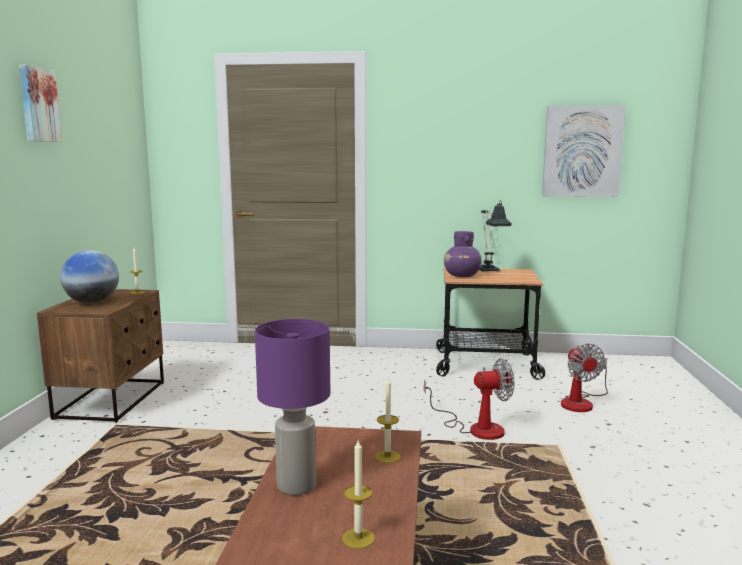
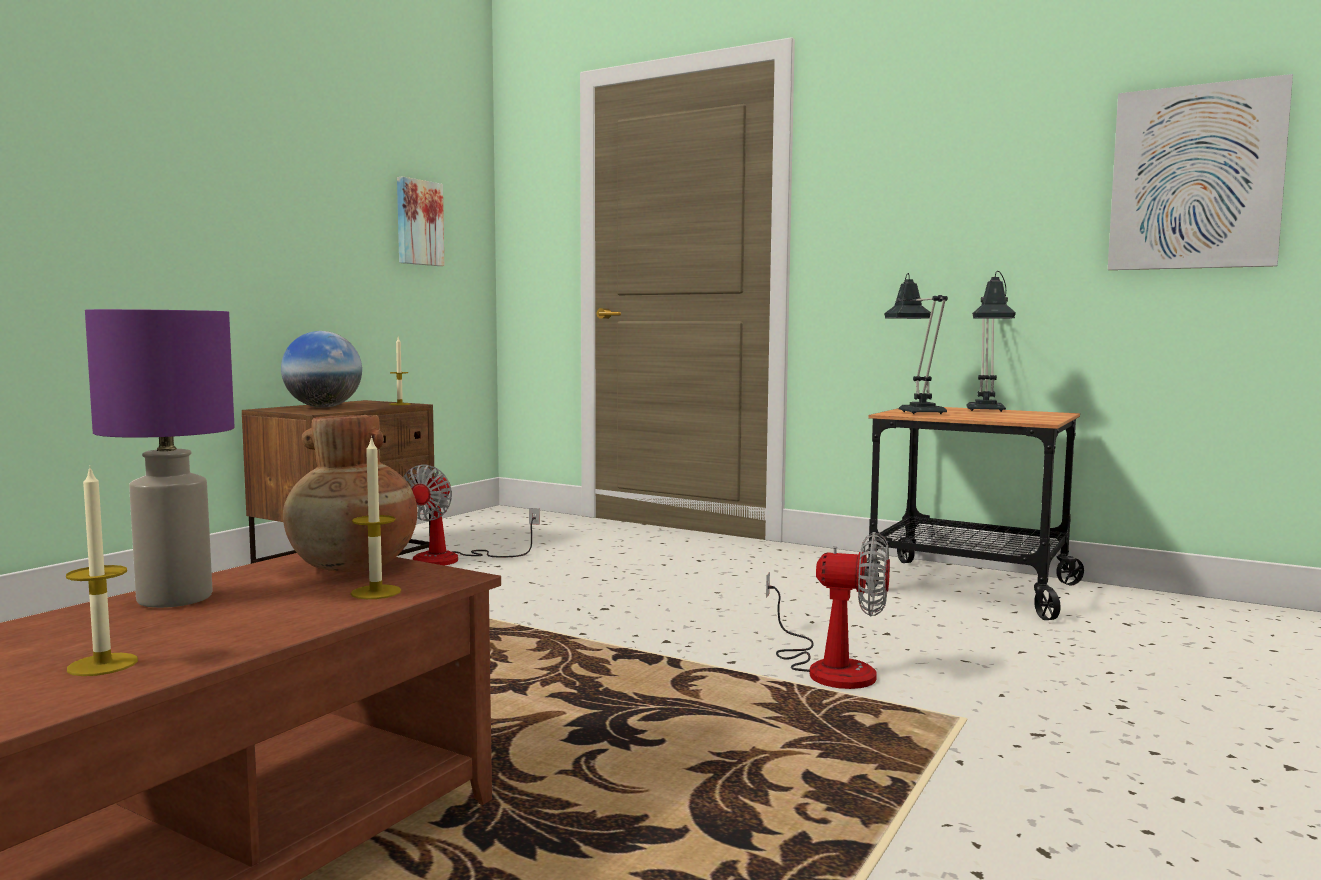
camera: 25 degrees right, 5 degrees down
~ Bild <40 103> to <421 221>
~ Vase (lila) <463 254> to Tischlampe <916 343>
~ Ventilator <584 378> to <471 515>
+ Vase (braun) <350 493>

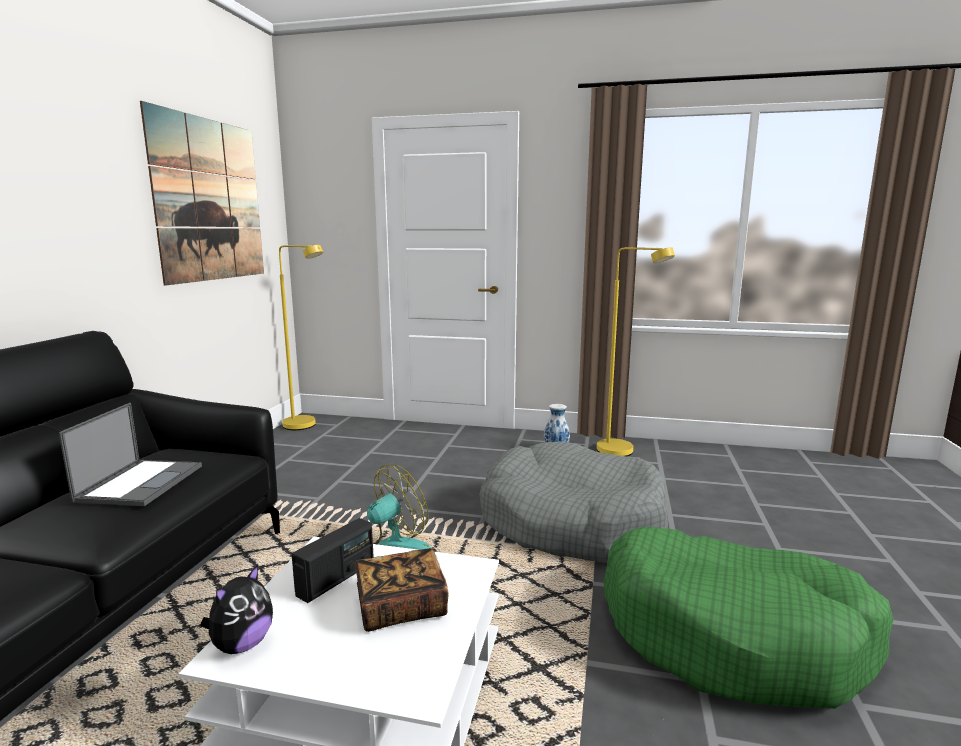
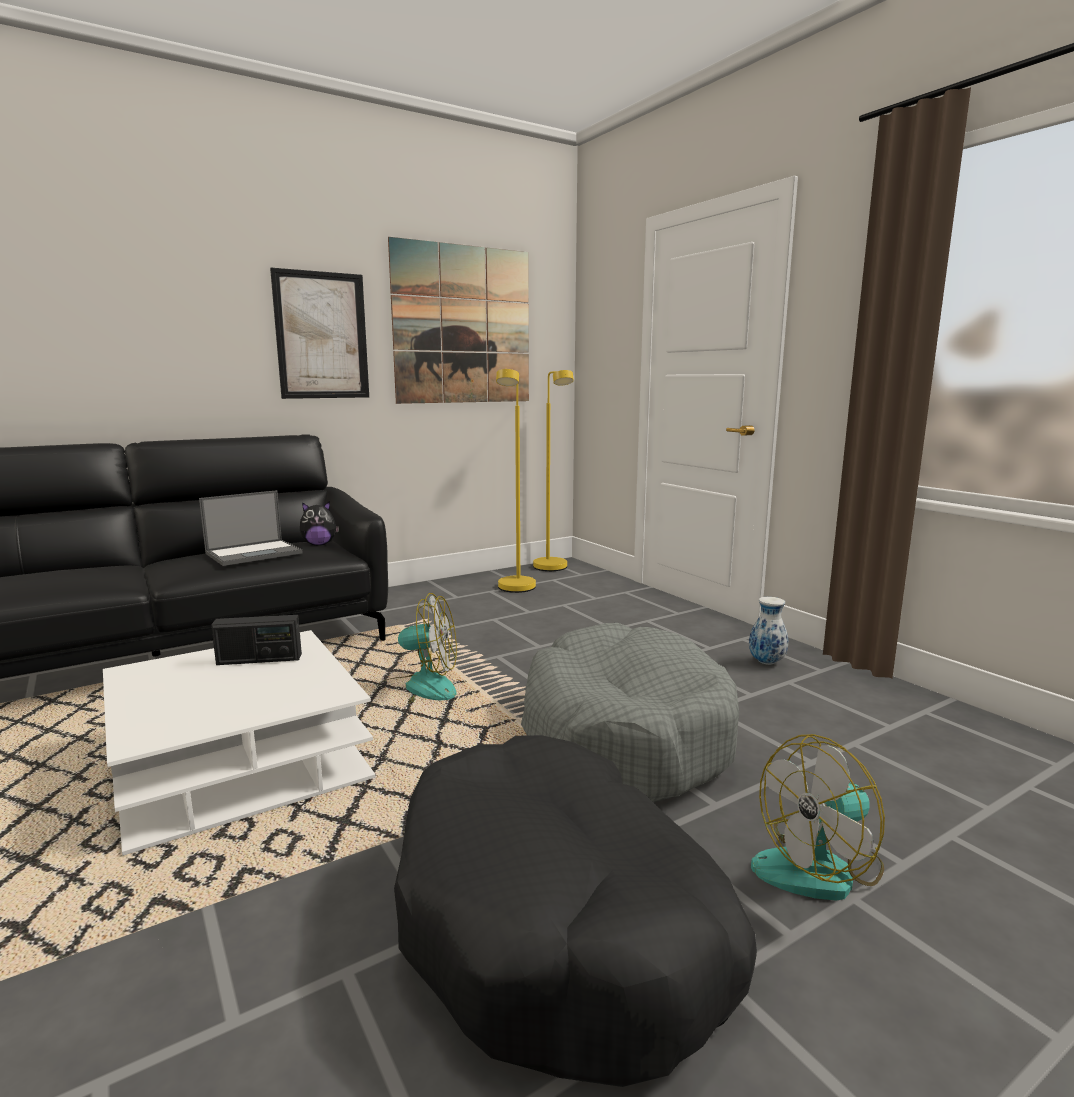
camera: 45 degrees right, 0 degrees up
~ Plüschtier <236 609> to <319 523>
- Buch <402 590>
~ Stehlampe (gelb) <636 351> to <516 481>
~ Hundebett (grün) <749 618> to Hundebett (schwarz) <575 911>
+ Bild <319 333>
+ Ventilator <818 817>

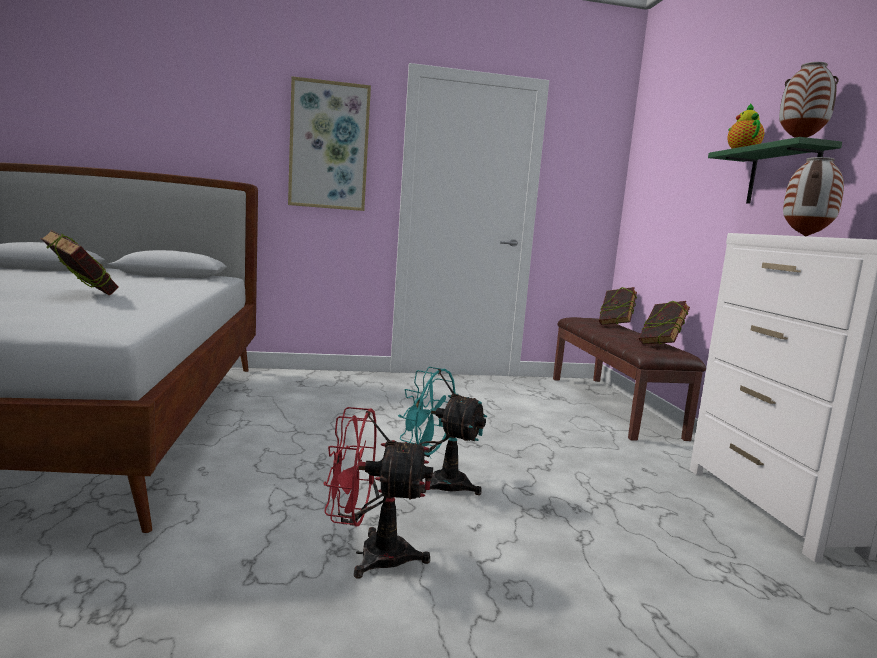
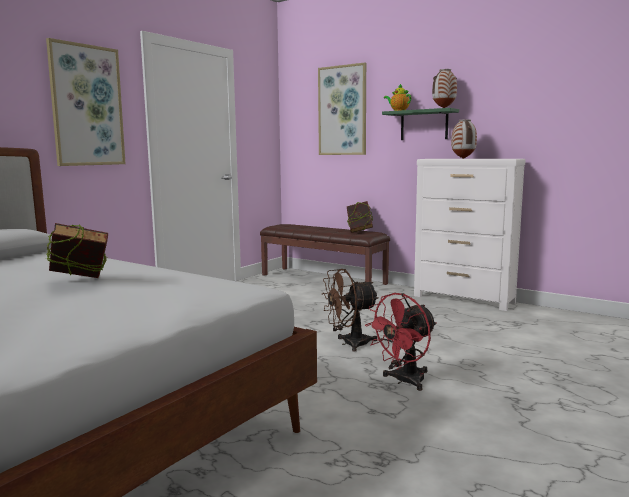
camera: 45 degrees left, 0 degrees up
~ Ventilator (türkis) <443 431> to Ventilator (braun) <350 310>
- Buch <618 306>
+ Bild <342 108>

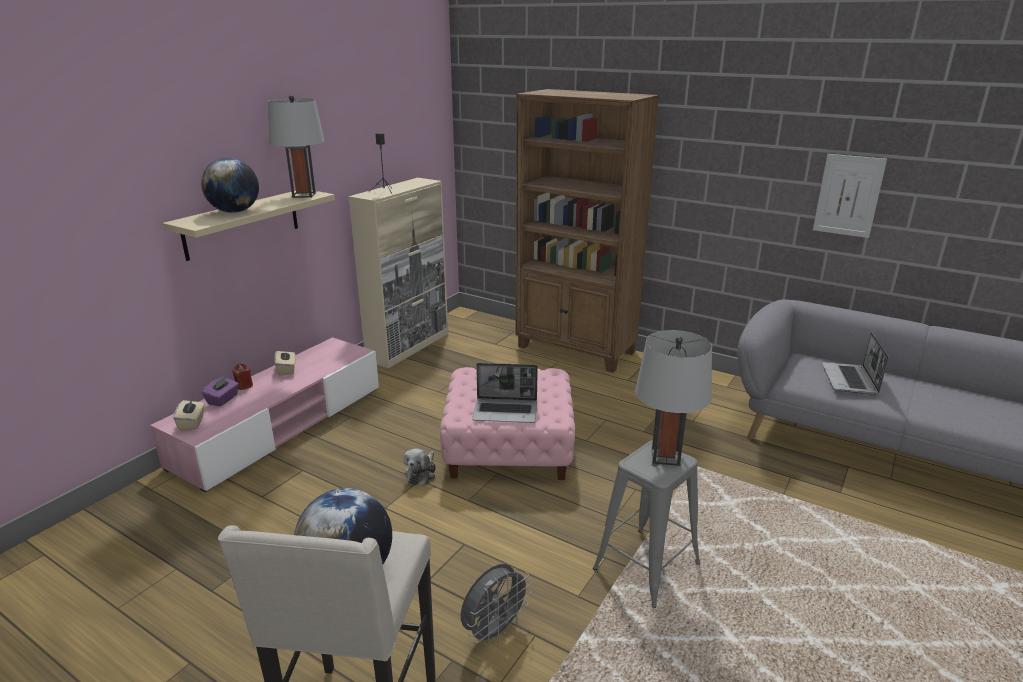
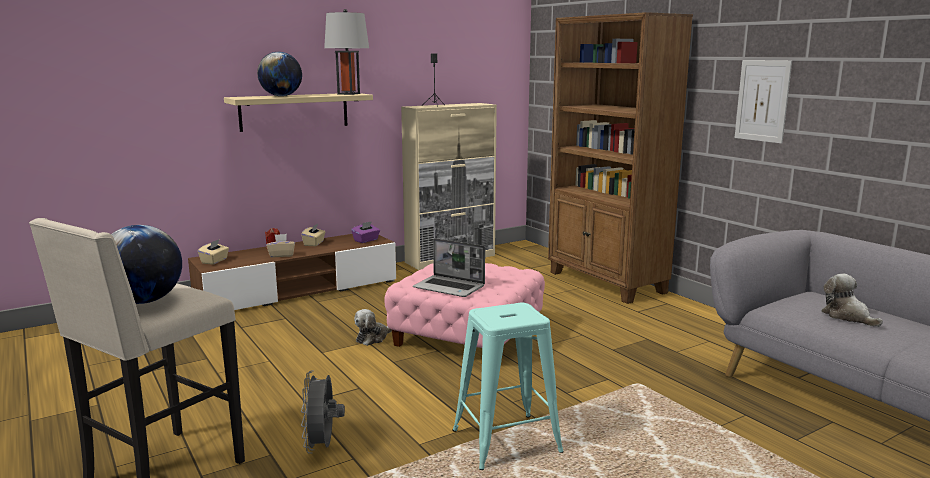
camera: 25 degrees right, 10 degrees down
~ Fernsehschrank (rosa) <264 414> to Fernsehschrank (braun) <292 272>
~ Taschentuchbox (lila) <220 391> to <365 232>
~ Ventilator (grau) <496 605> = <323 412> 105 degrees clockwise
~ Hocker (grau) <646 524> to Hocker (türkis) <508 386>
- Tischlampe (grau) <673 398>
~ Bild <850 196> to <763 102>
~ Laptop <855 363> to Plüschtier <852 300>
+ Taschentuchbox (beige) <280 245>

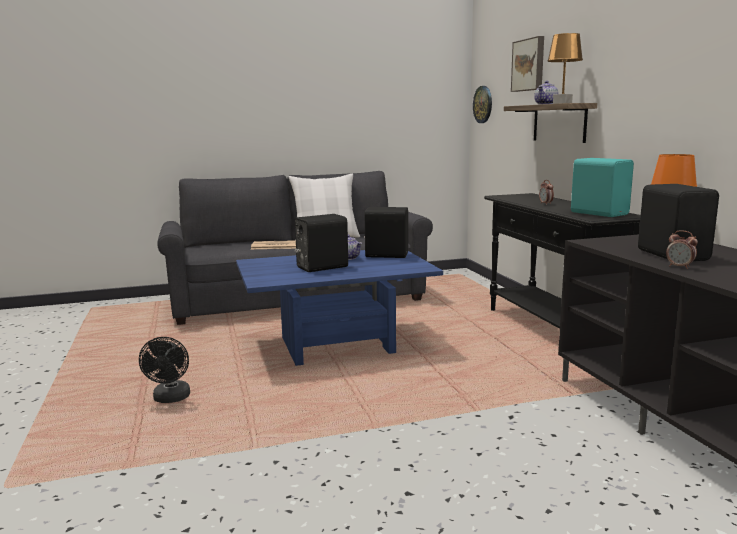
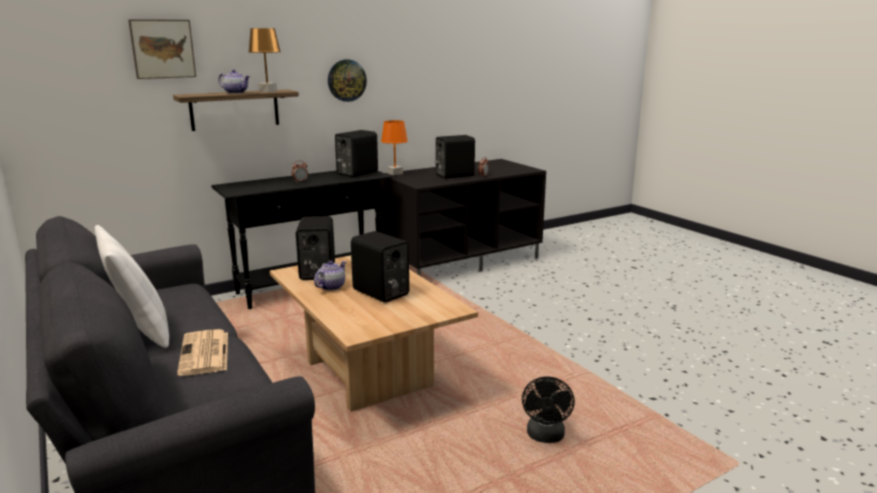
camera: 105 degrees left, 5 degrees up
~ Ventilator (schwarz) <164 370> = <548 410> 120 degrees clockwise
~ Couchtisch (blau) <339 308> to Couchtisch (beige) <373 333>
~ Wanduhr <482 104> to <347 80>
~ Lautsprecher (türkis) <602 187> to Lautsprecher (schwarz) <356 153>

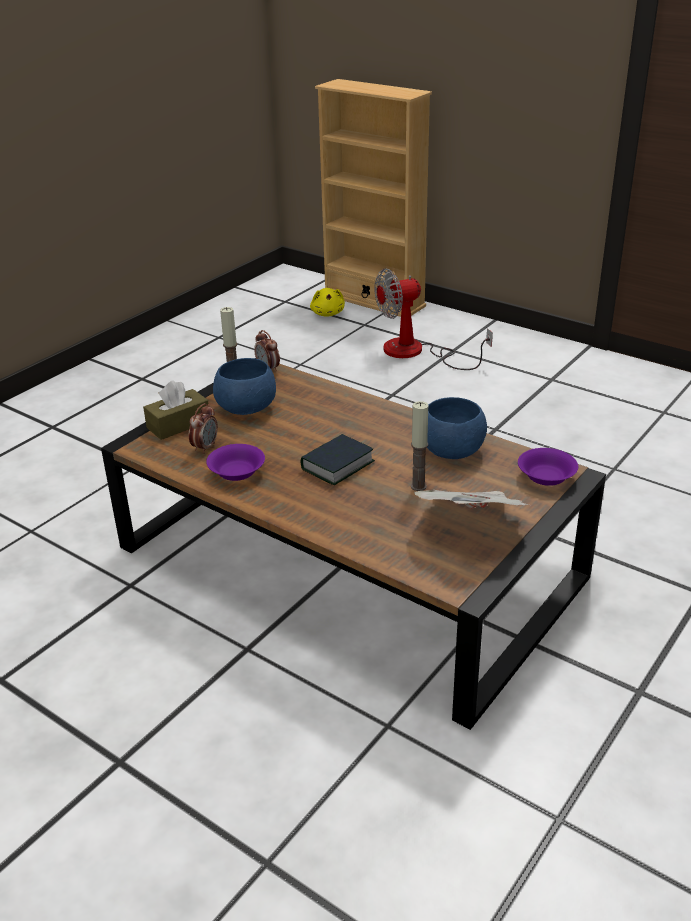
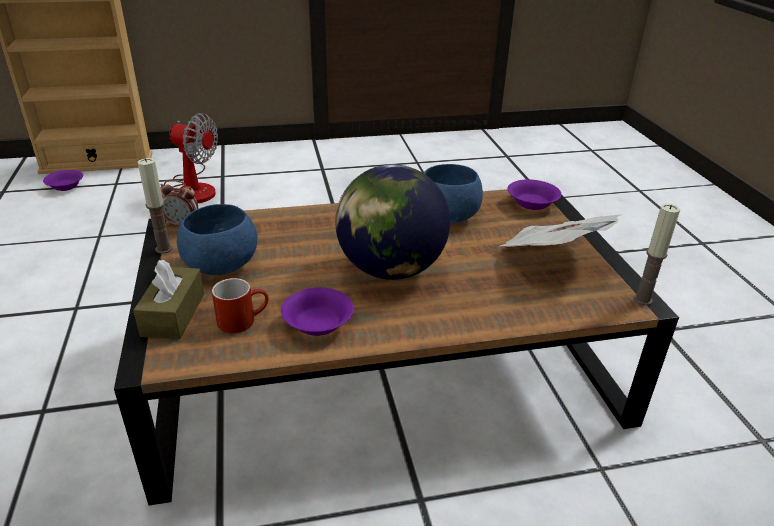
camera: 50 degrees left, 0 degrees up
~ Wecker <203 428> to Henkelbecher (rot) <240 305>
~ Buch <337 459> to Globus <392 222>
~ Plüschtier (gelb) <327 302> to Schüssel (lila) <63 180>
~ Ventilator <433 319> = <193 158> 90 degrees counterclockwise
~ Kerze <419 446> to <656 254>

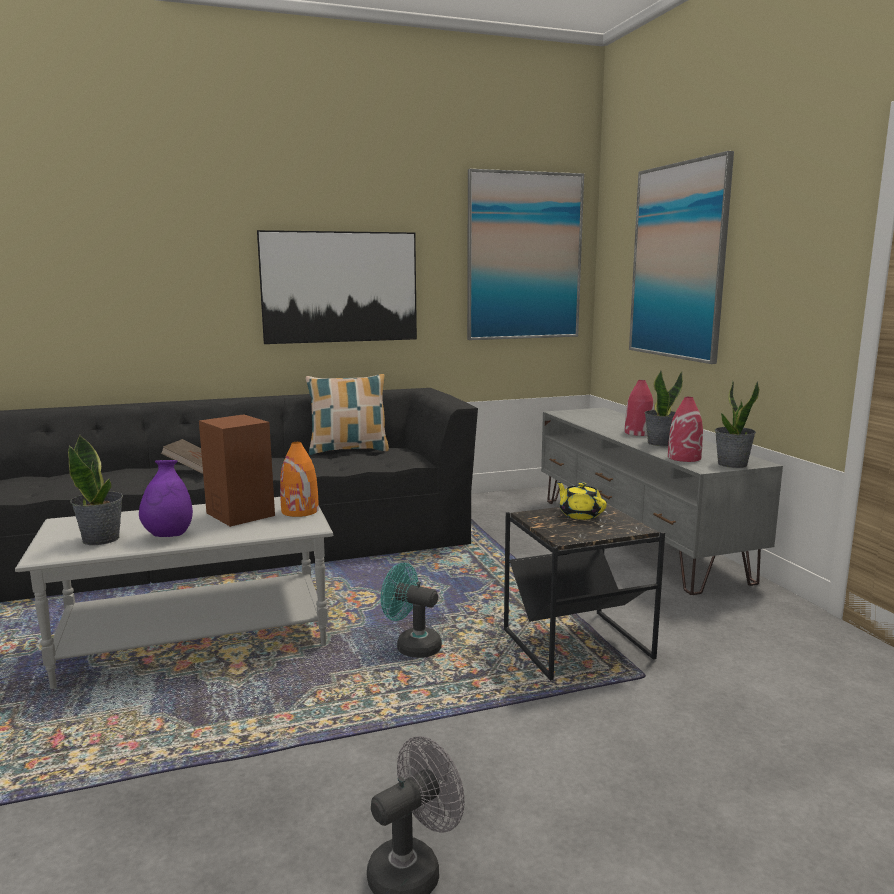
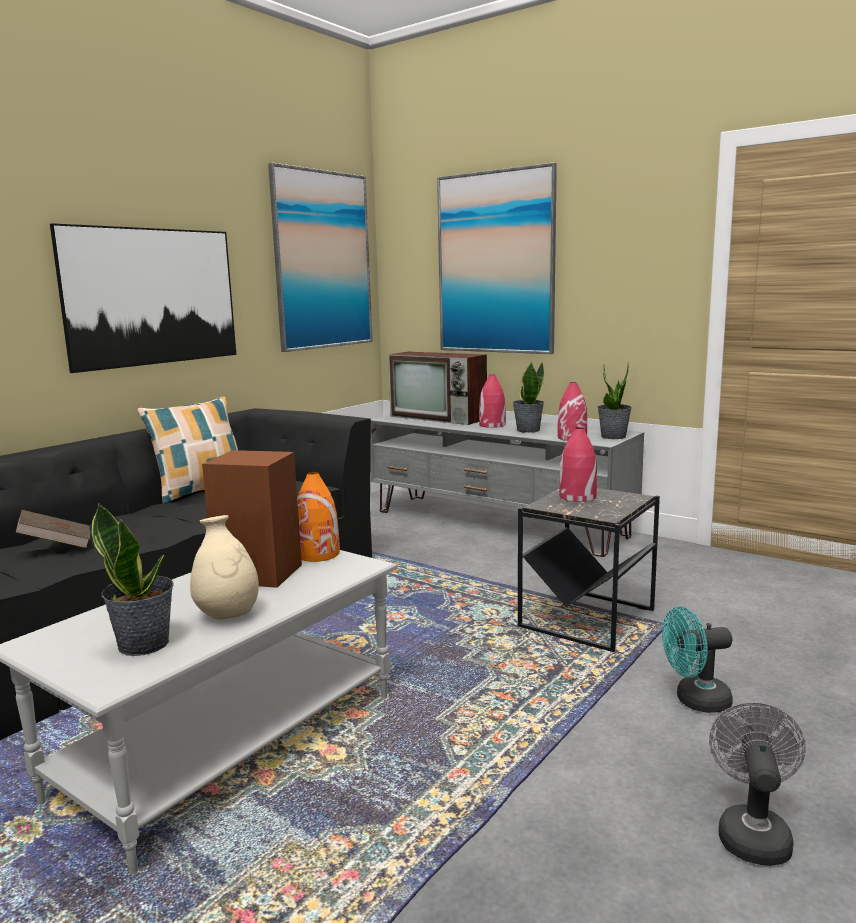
camera: 35 degrees left, 0 degrees up
~ Vase (lila) <166 498> to Vase (beige) <224 567>
~ Ventilator (türkis) <411 610> to <697 660>
~ Teekanne (gelb) <582 500> to Vase (rot) <578 464>
+ Fernseher <437 388>

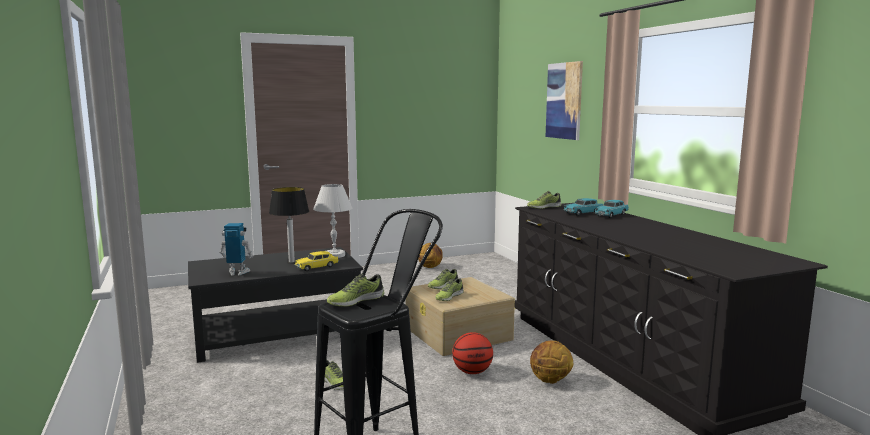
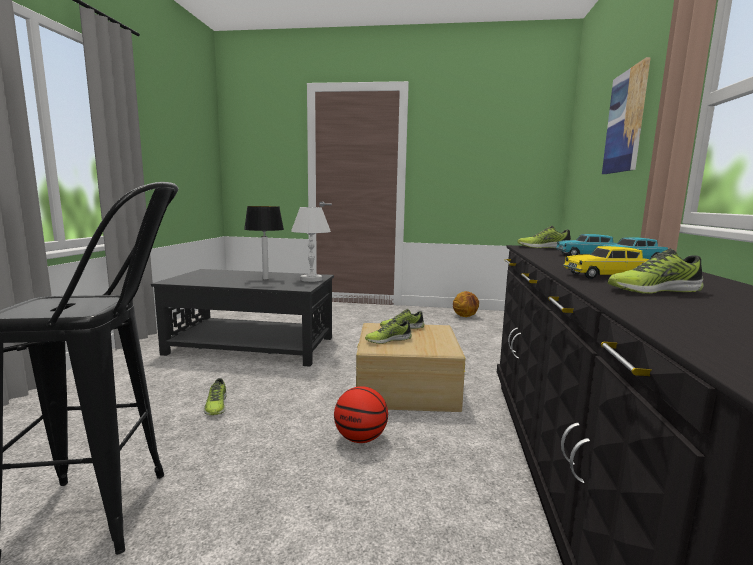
camera: 30 degrees right, 0 degrees up
- Spielzeugroboter <236 249>
~ Spielzeugauto (gelb) <316 261> to <606 262>
~ Schuh <355 290> to <656 271>
- Basketball <551 362>

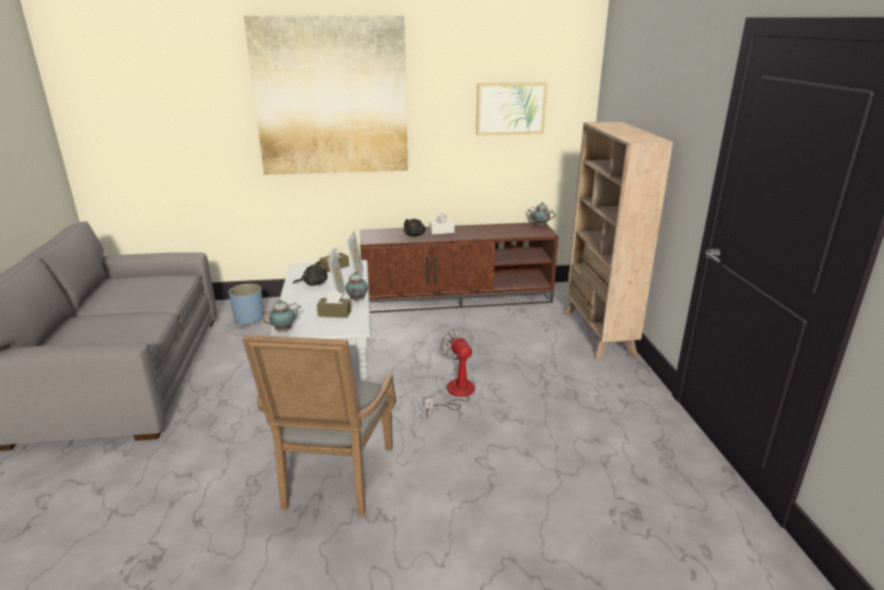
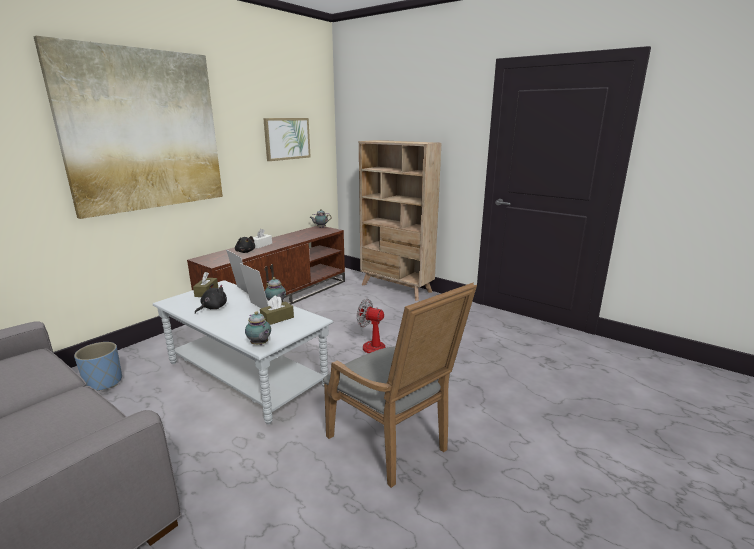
camera: 45 degrees left, 5 degrees down
~ Teekanne <282 315> = <258 328> 135 degrees clockwise

